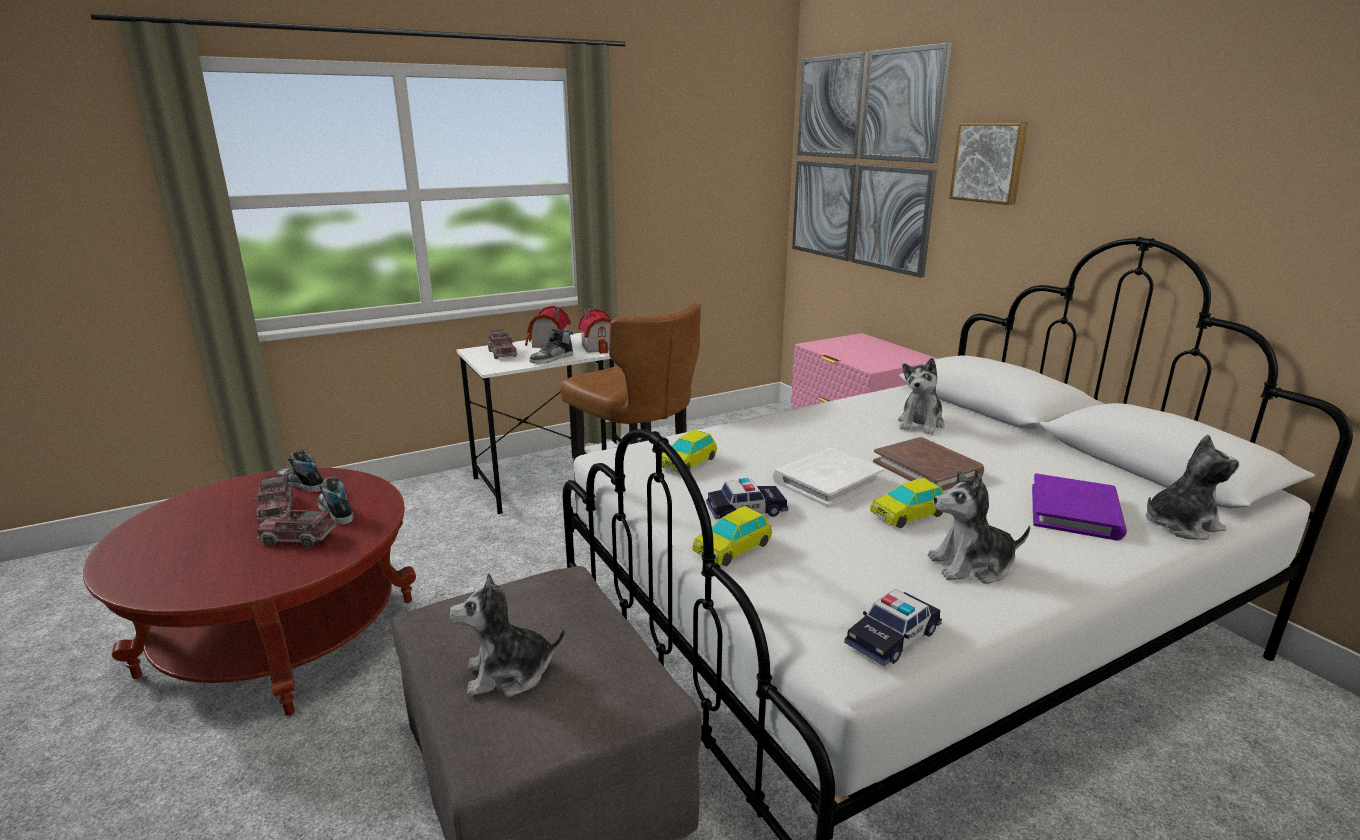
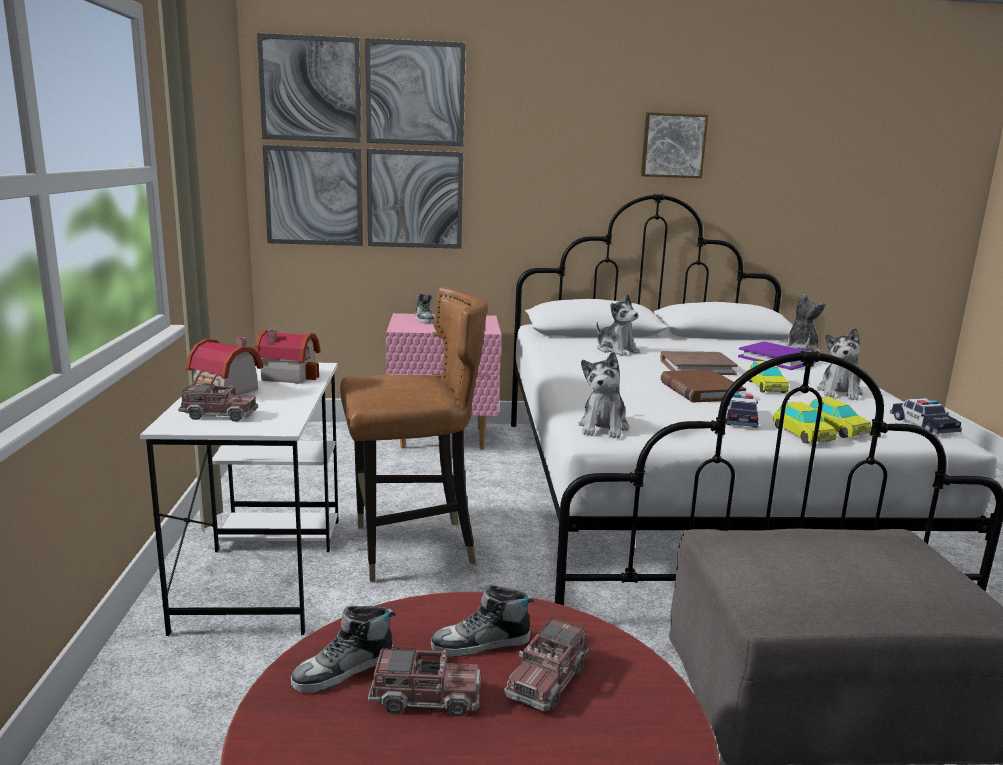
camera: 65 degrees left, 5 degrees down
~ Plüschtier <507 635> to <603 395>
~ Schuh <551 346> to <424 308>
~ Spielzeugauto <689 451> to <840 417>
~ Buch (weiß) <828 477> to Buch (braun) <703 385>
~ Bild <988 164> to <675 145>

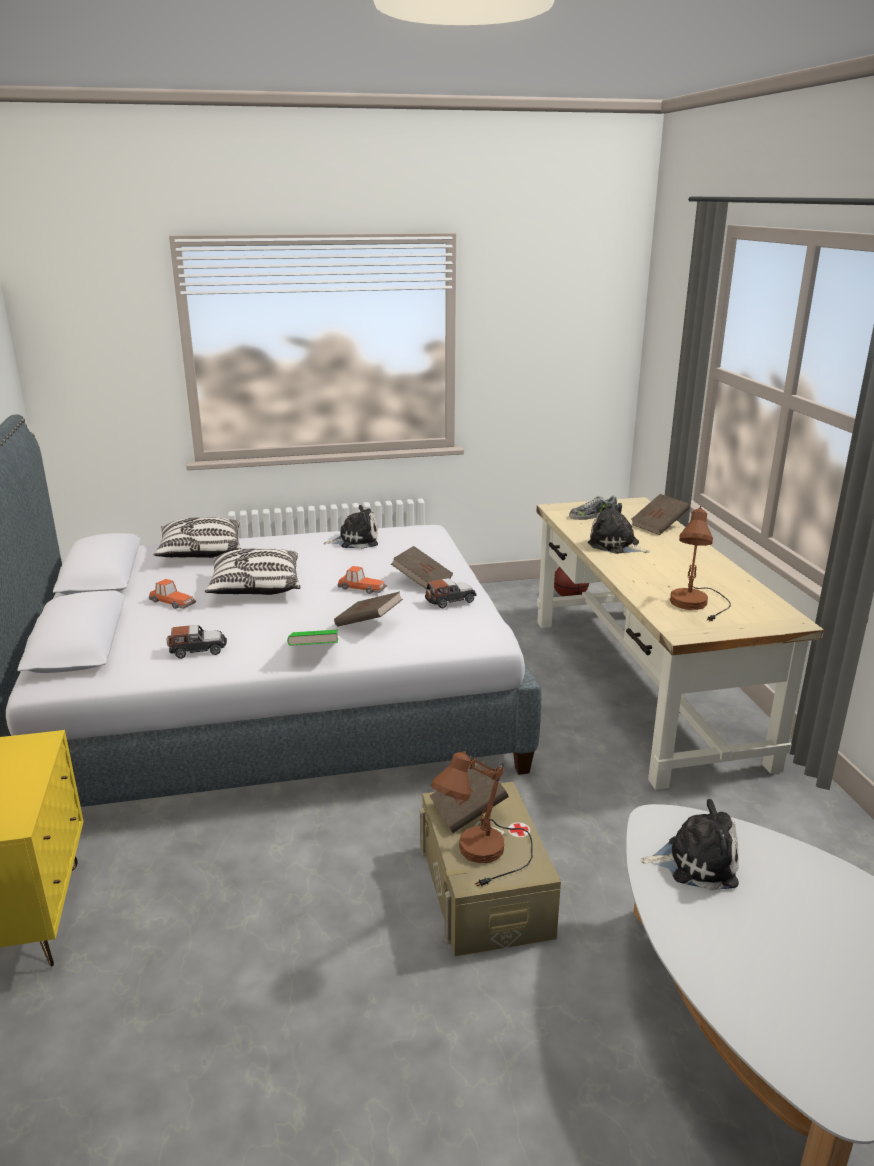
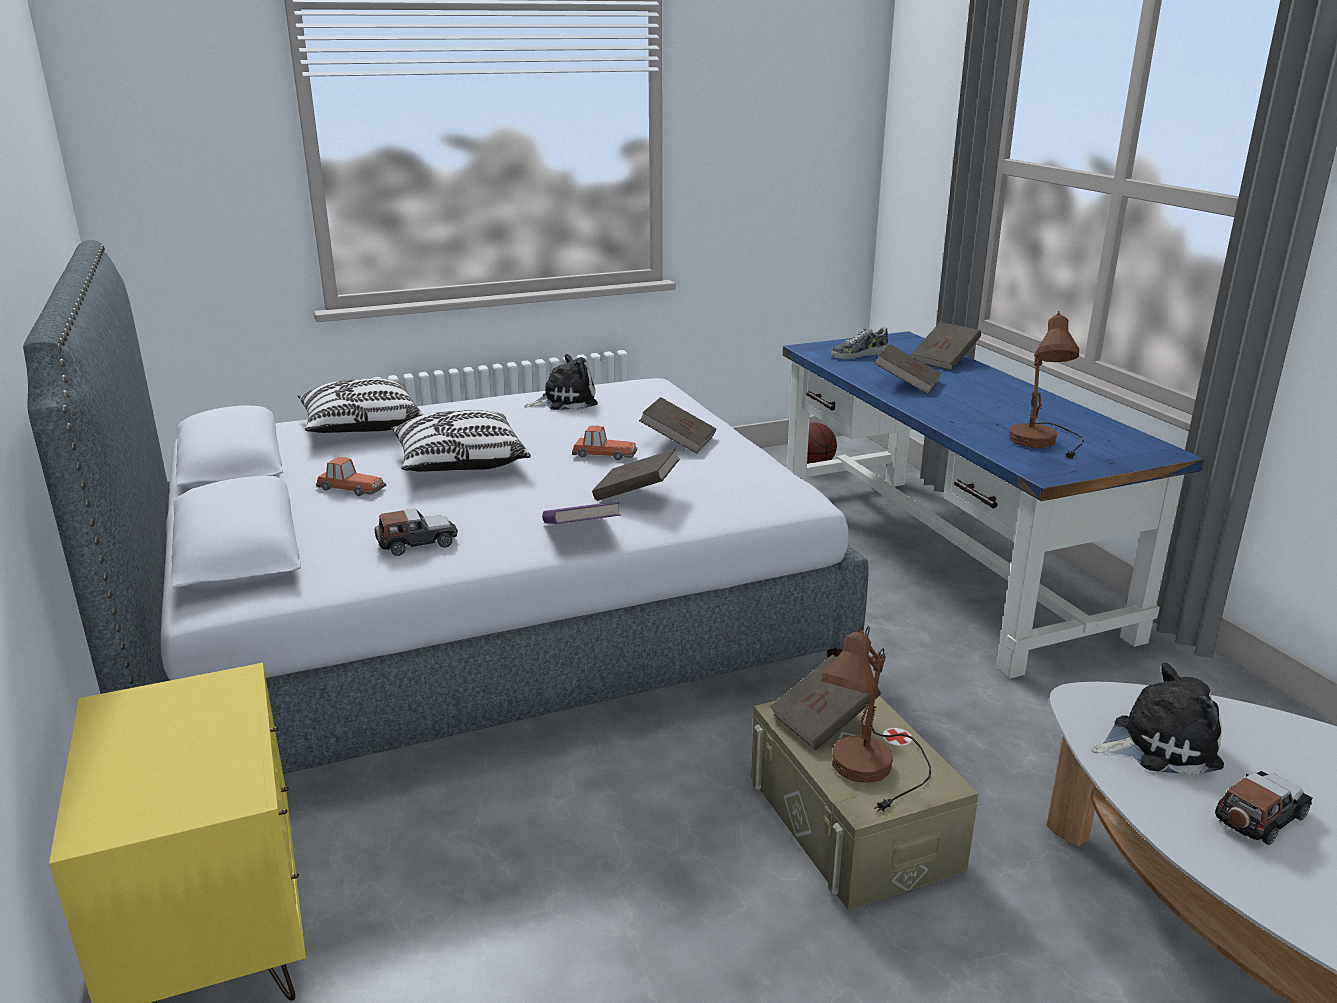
camera: 10 degrees left, 0 degrees up
~ Buch (grün) <312 638> to Buch (lila) <581 513>
~ Spielzeugauto <451 593> to <1264 808>
~ Schreibtisch (beige) <680 643> to Schreibtisch (blau) <993 505>
~ Plüschtier <618 528> to Buch (braun) <908 369>

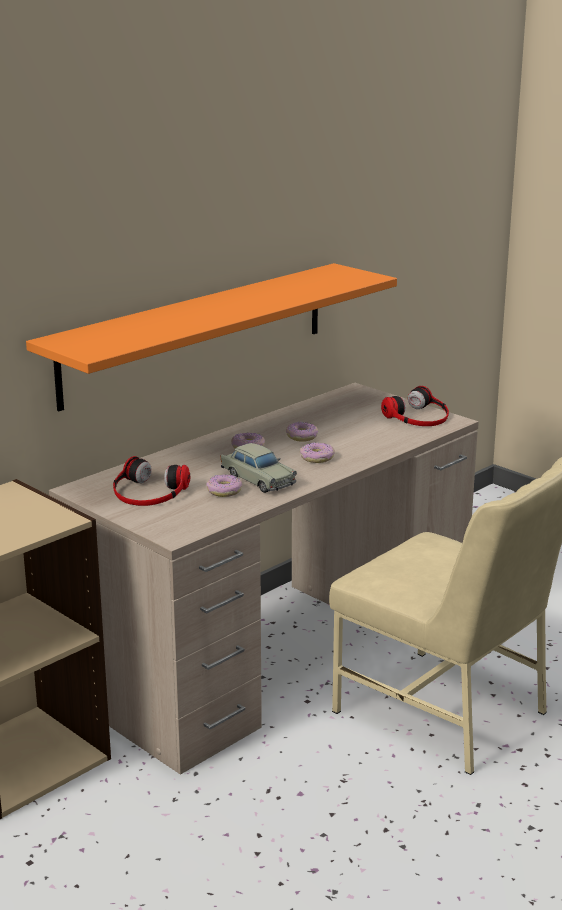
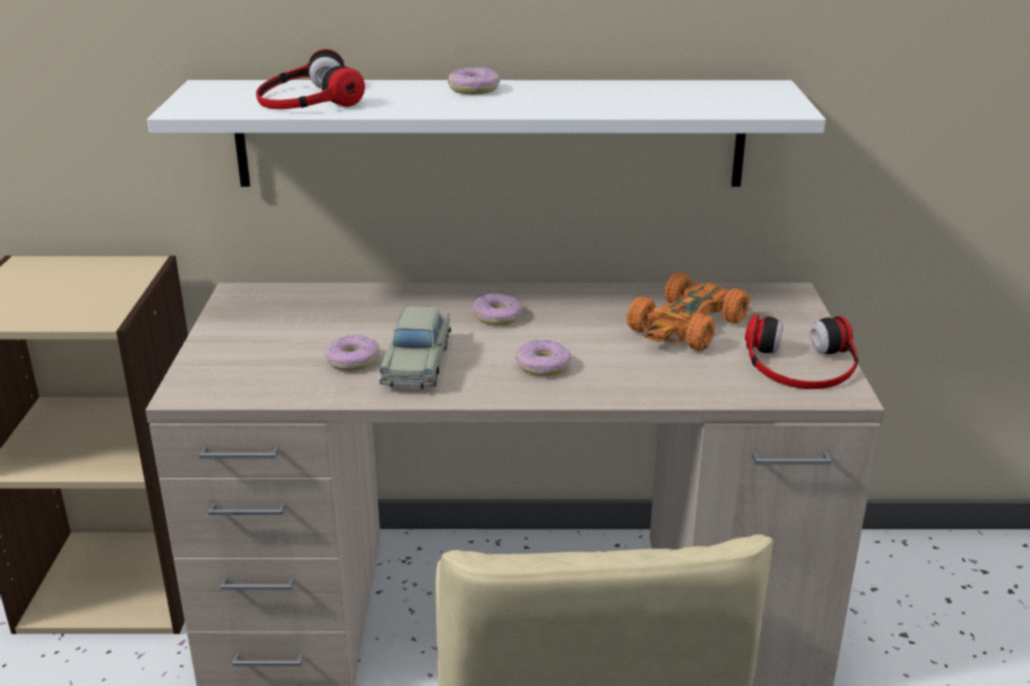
camera: 45 degrees right, 5 degrees up
~ Wandregal (orange) <211 337> to Wandregal (weiß) <486 133>
~ Kopfhörer <151 481> to <310 79>
~ Donut <302 432> to <474 81>
+ Spielzeugauto (orange) <688 311>

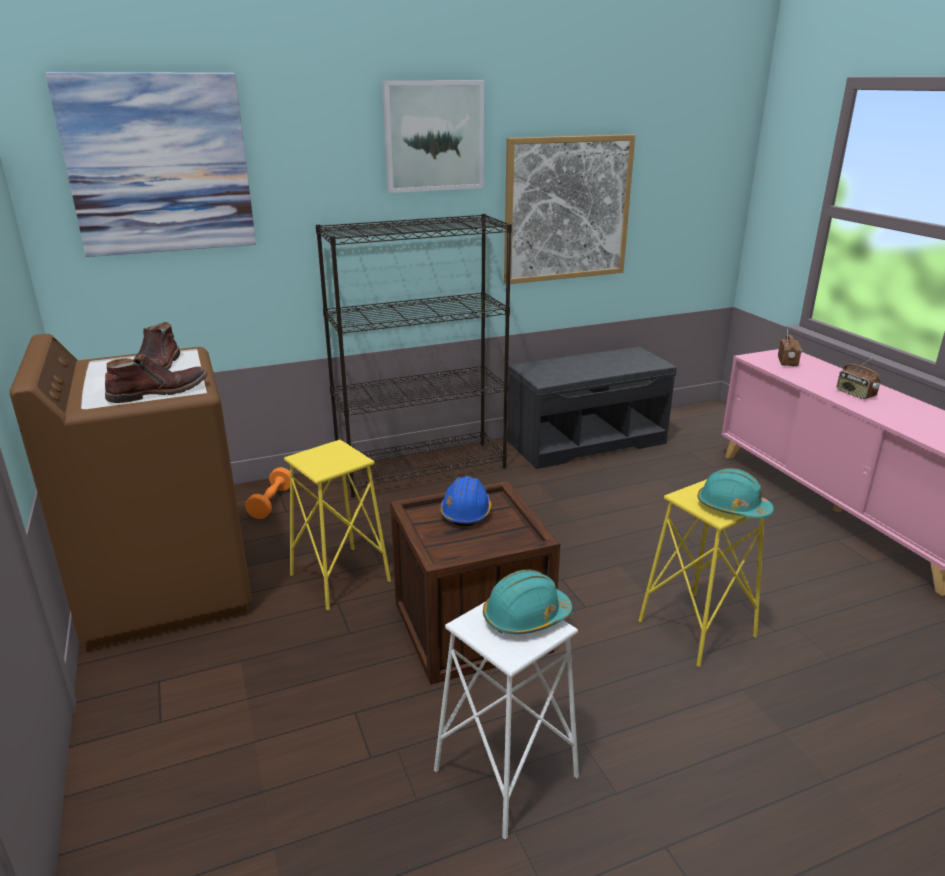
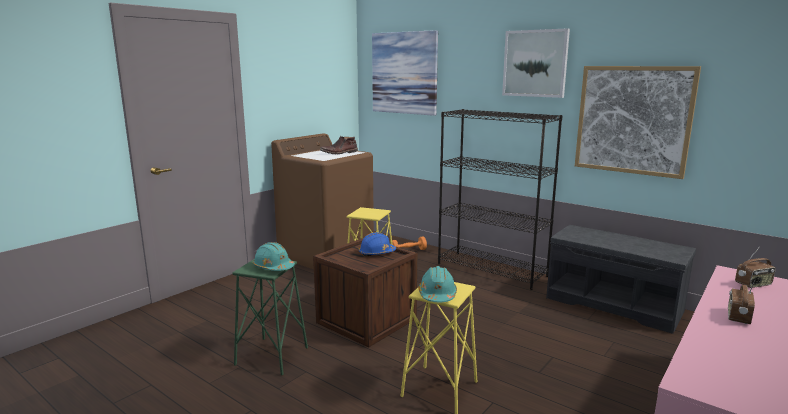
camera: 60 degrees right, 10 degrees down
- Stiefel (braun) <156 378>
~ Hocker (weiß) <506 720> to Hocker (grün) <270 317>

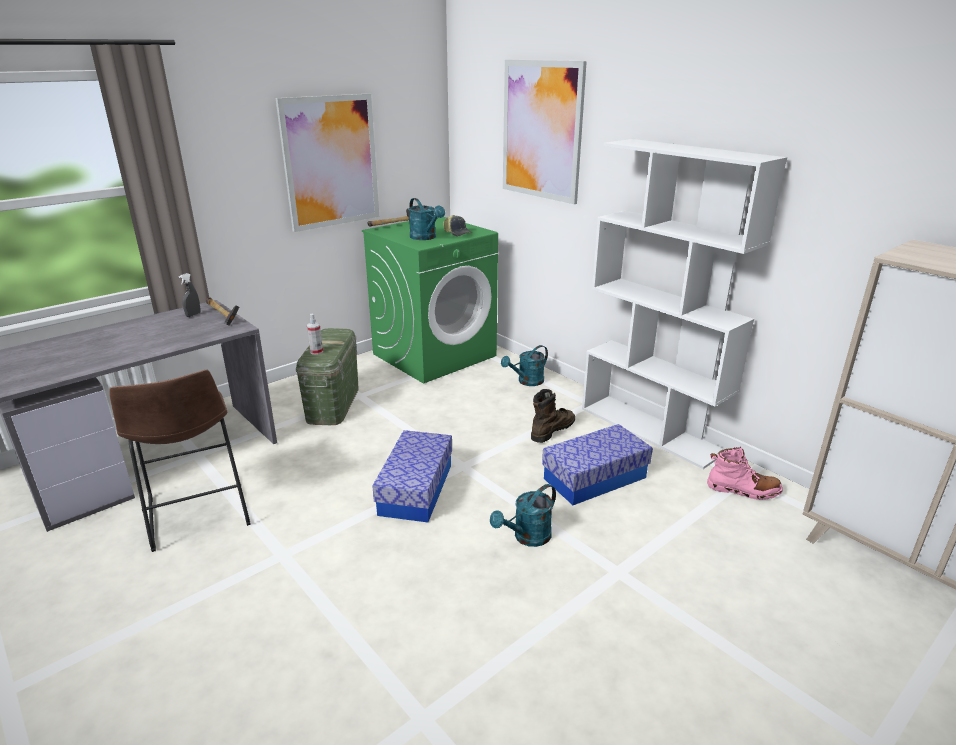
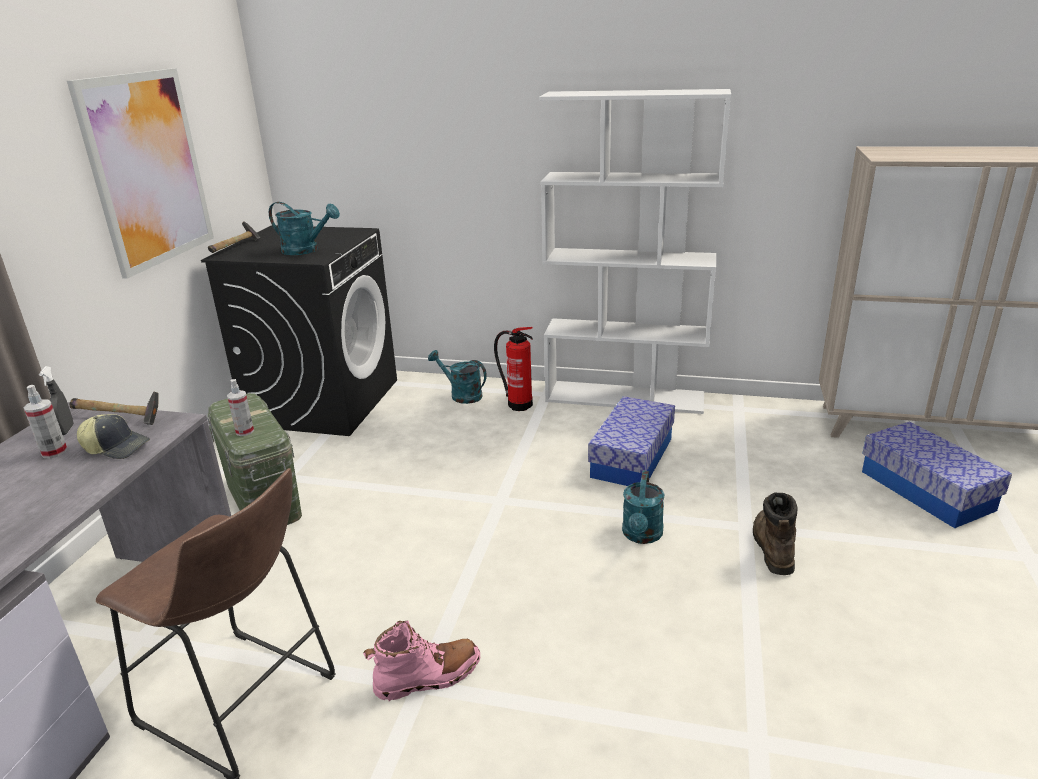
camera: 35 degrees left, 0 degrees up
~ Waschmaschine (grün) <430 300> to Waschmaschine (schwarz) <299 330>
~ Aufbewahrungsbox <412 476> to <937 474>
~ Kappe <457 225> to <113 436>
~ Gießkanne (türkis) <524 365> = <457 377> 105 degrees clockwise
- Bild <545 132>
~ Stiefel (braun) <553 416> to <775 533>
~ Stiefel (rosa) <745 473> to <421 660>
+ Sprühflasche <46 421>
+ Feuerlöscher <513 369>

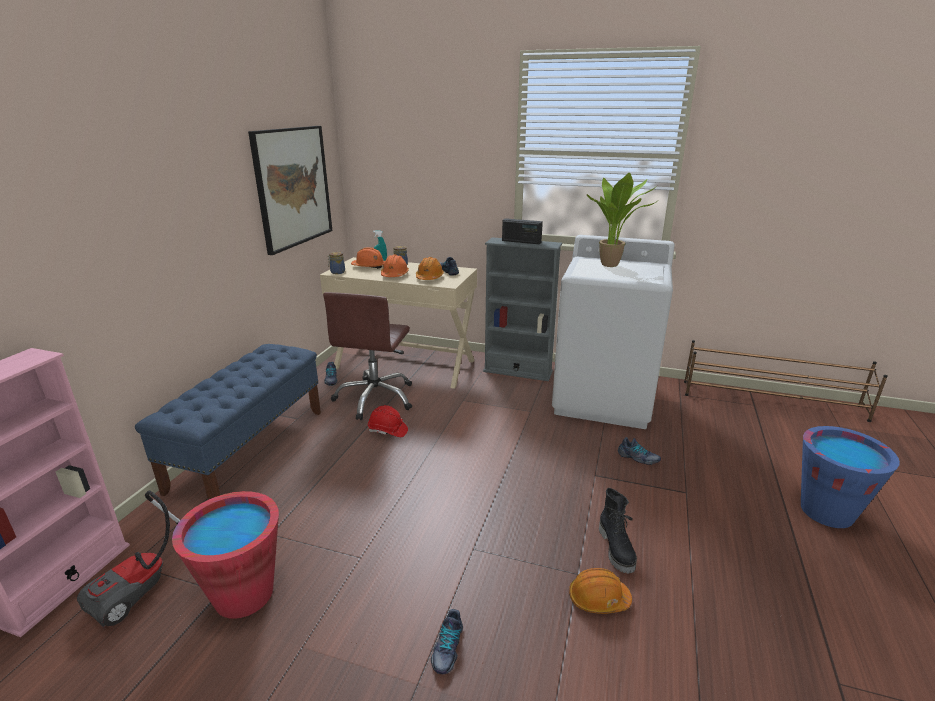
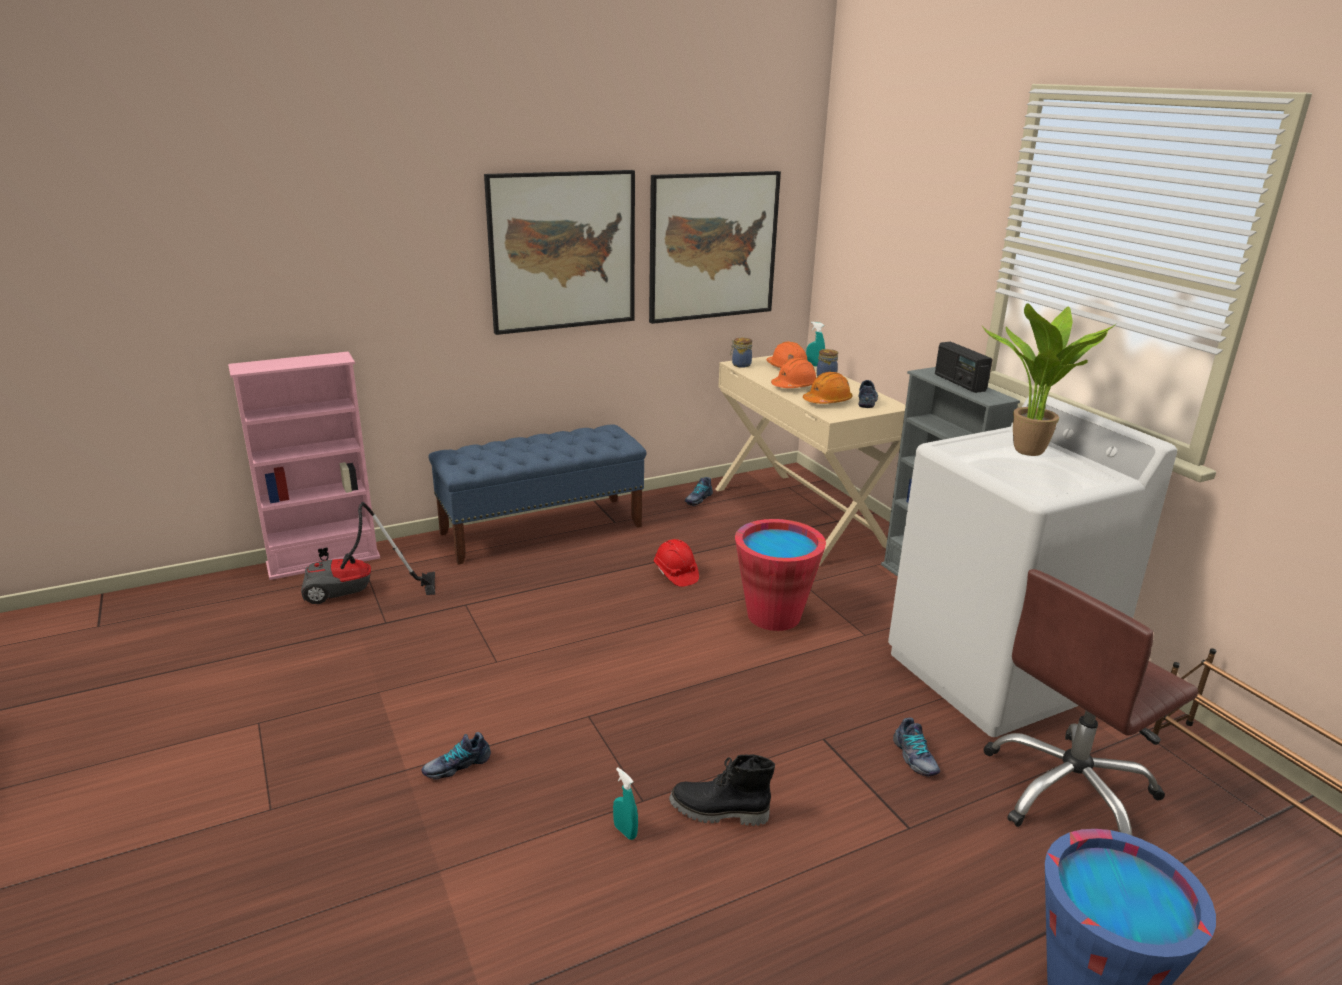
camera: 45 degrees right, 0 degrees up
~ Eimer (rot) <225 555> to <780 575>
~ Bürostuhl (braun) <367 356> to <1091 702>
~ Schutzhelm (orange) <600 591> to Sprühflasche (türkis) <625 804>
~ Stiefel (schwarz) <618 531> = <722 790> 60 degrees clockwise
+ Bild <559 252>

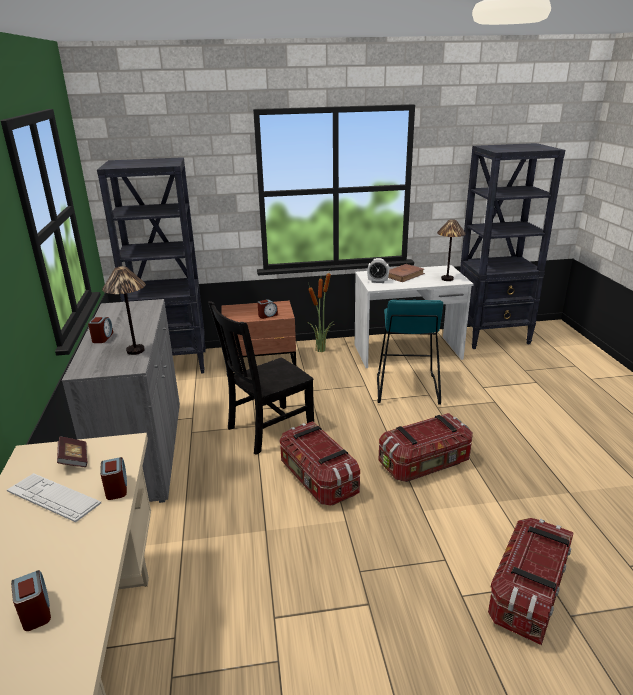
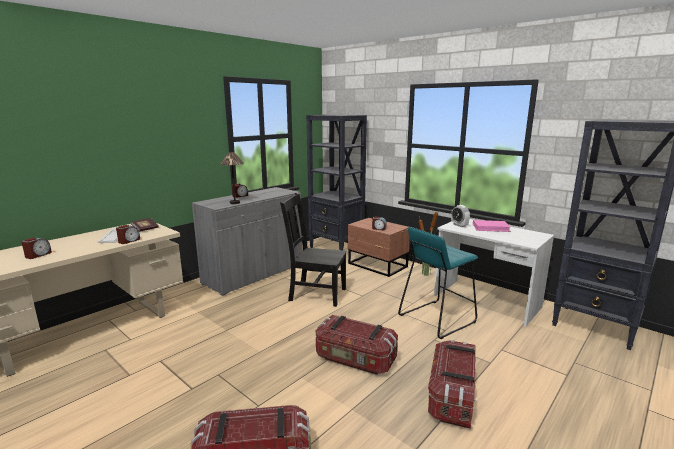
camera: 50 degrees right, 10 degrees down
~ Aufbewahrungsbox <320 463> to <452 384>
~ Buch (braun) <406 273> to Buch (rosa) <492 226>
- Tischlampe <451 250>

